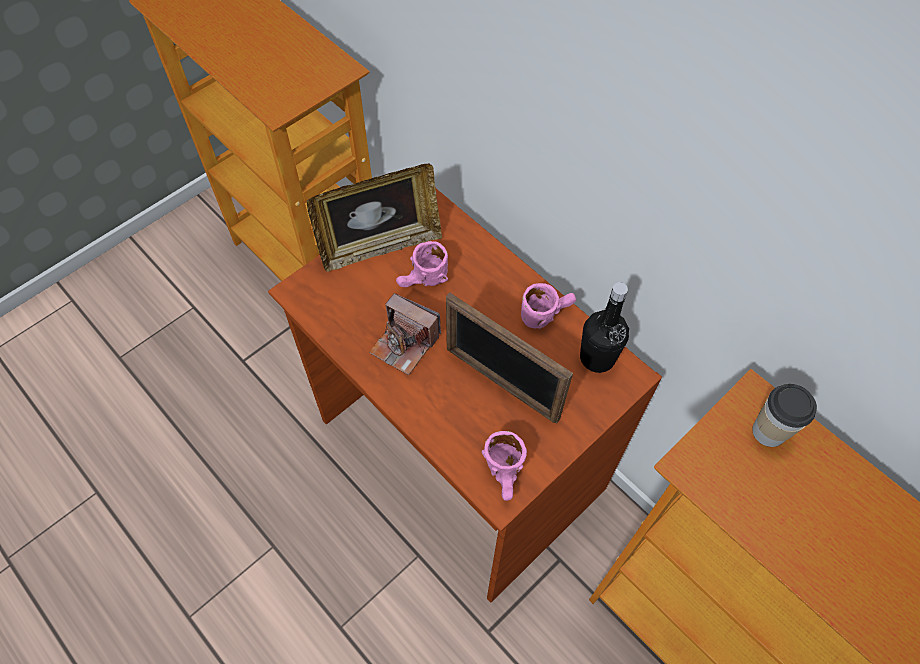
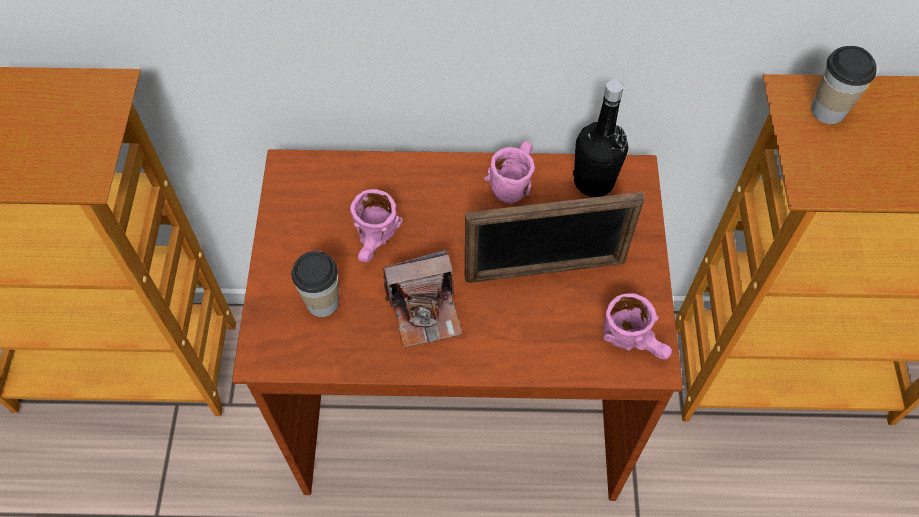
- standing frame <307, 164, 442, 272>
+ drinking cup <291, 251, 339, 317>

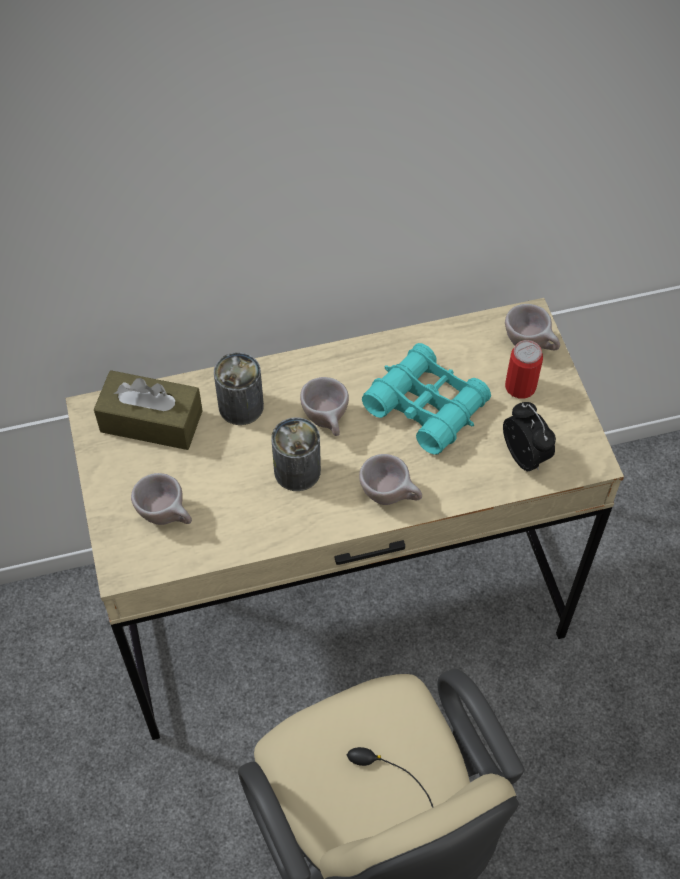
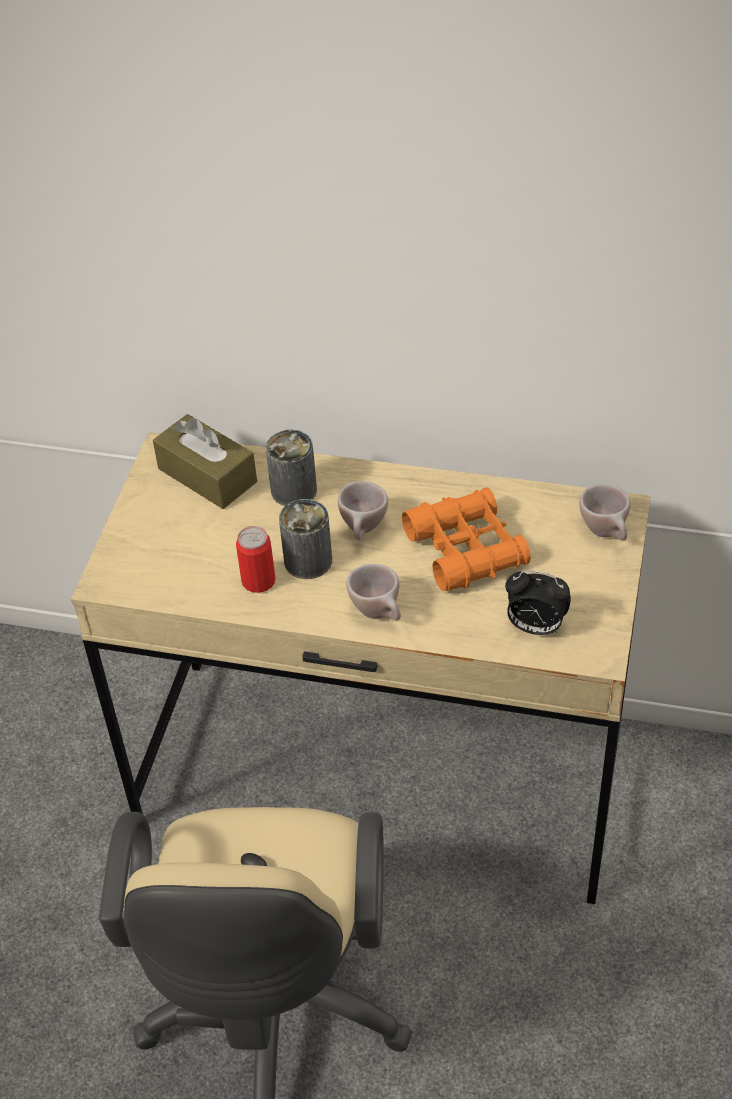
~ can <505, 340, 543, 399> to <236, 526, 276, 593>
~ blue-green binoculars <362, 343, 491, 455> to orangey binoculars <402, 487, 531, 591>
~ alarm clock <503, 402, 556, 471> = <505, 570, 571, 635> 105 degrees clockwise
- beige drinking cup <131, 473, 192, 525>

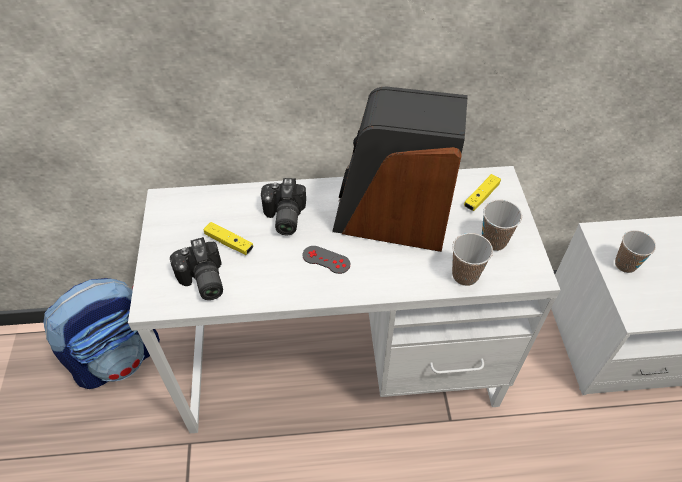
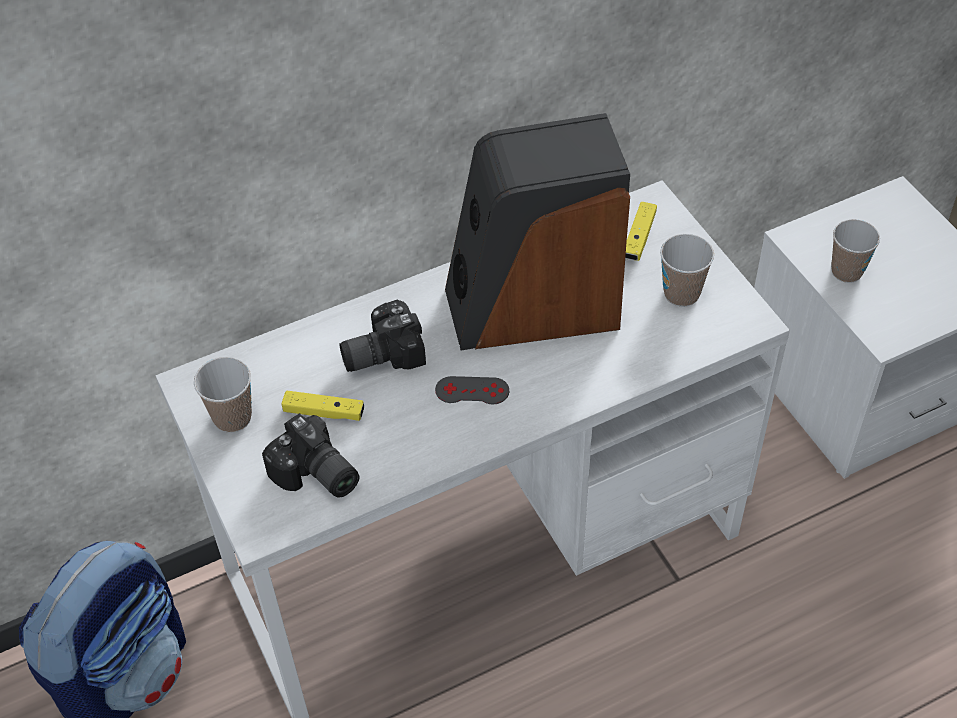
~ still camera <261, 178, 306, 235> = <339, 299, 426, 372> 90 degrees clockwise
~ drinking cup <452, 233, 493, 286> to <194, 357, 252, 433>

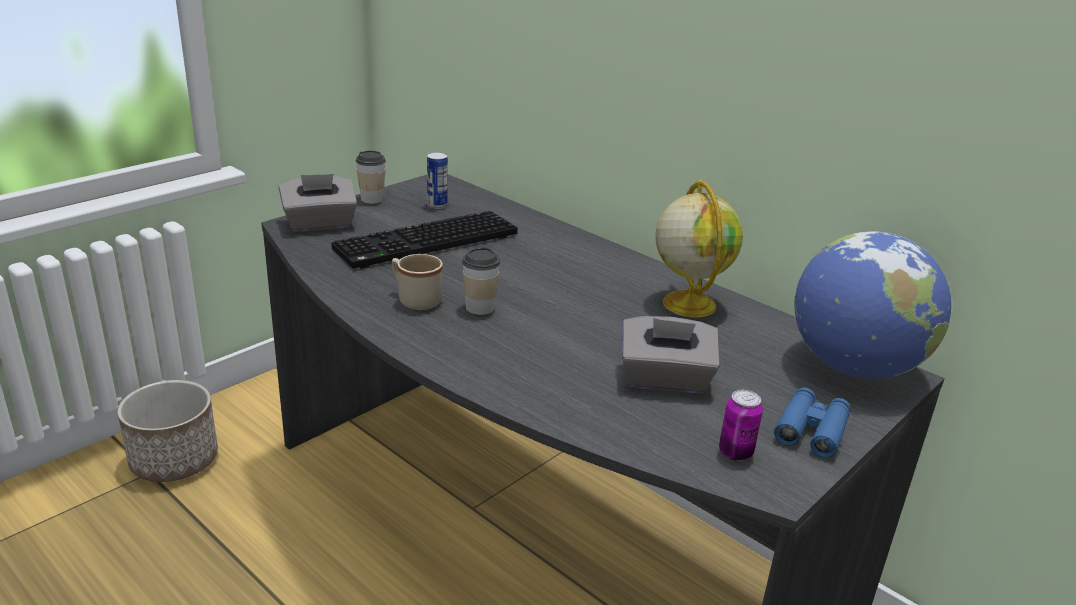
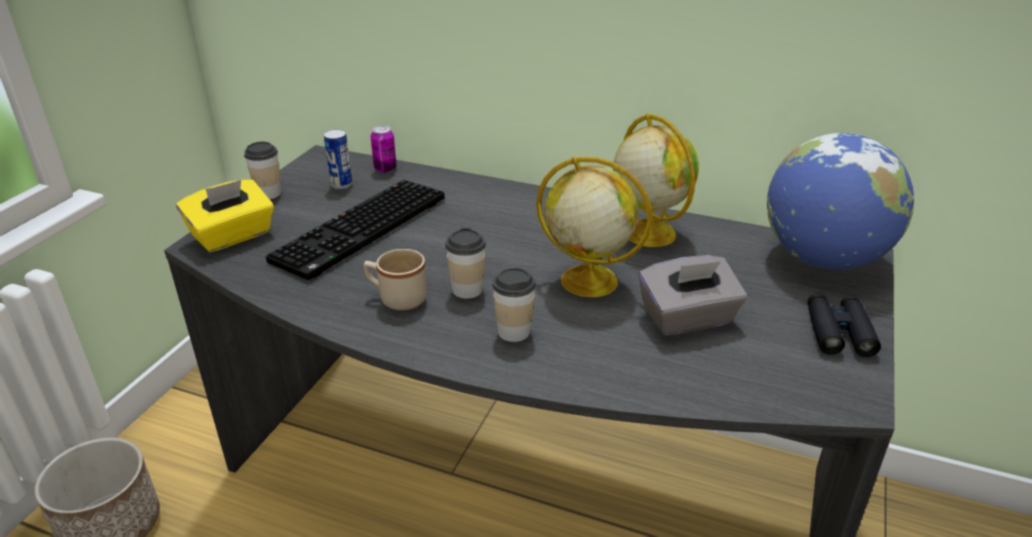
~ greyish tissue box <279, 174, 357, 232> to yellowish tissue box <176, 180, 274, 252>
~ blue binoculars <774, 387, 851, 458> to blackish binoculars <807, 294, 881, 357>
~ can <719, 390, 763, 461> to <370, 126, 396, 173>
+ globe <536, 156, 652, 297>
+ drinking cup <492, 268, 536, 342>

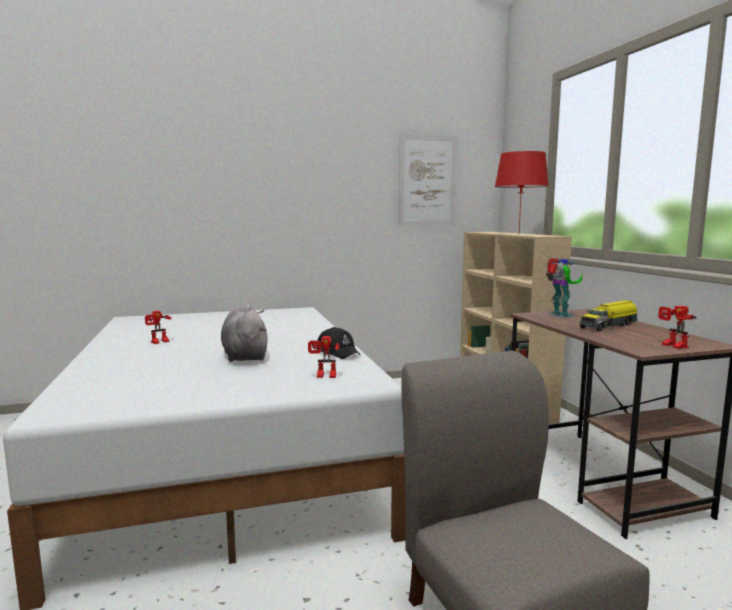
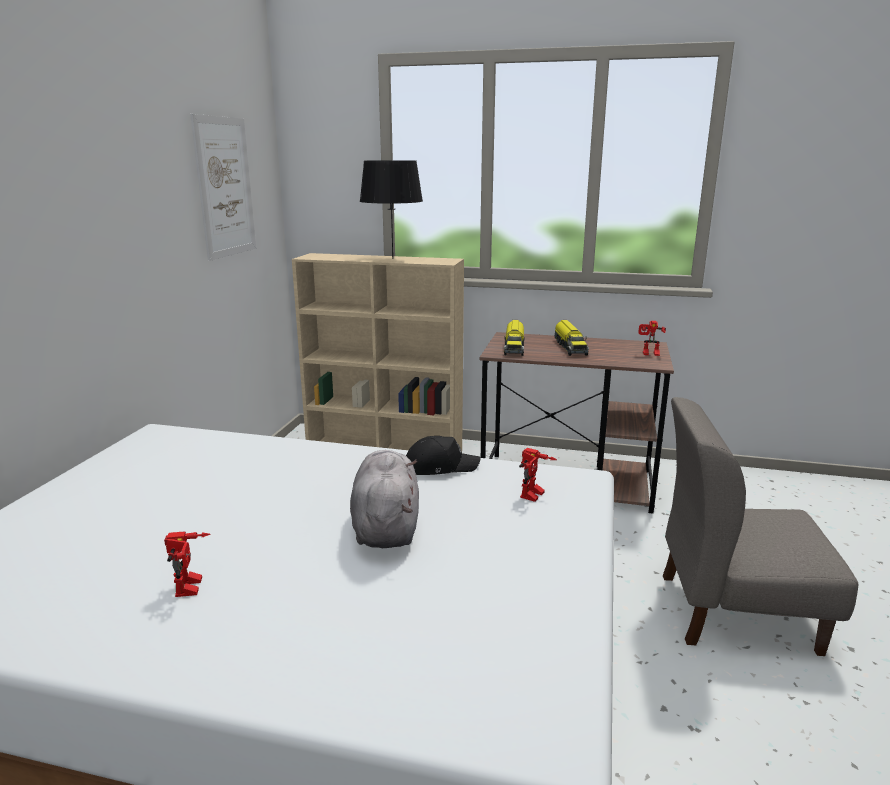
~ red table lamp <495, 151, 549, 231> to blackish table lamp <360, 160, 423, 259>
~ model robot <546, 258, 583, 318> to toy truck <504, 320, 525, 356>
~ greyish cuddly toy <221, 304, 268, 362> = <350, 450, 419, 548> 75 degrees clockwise

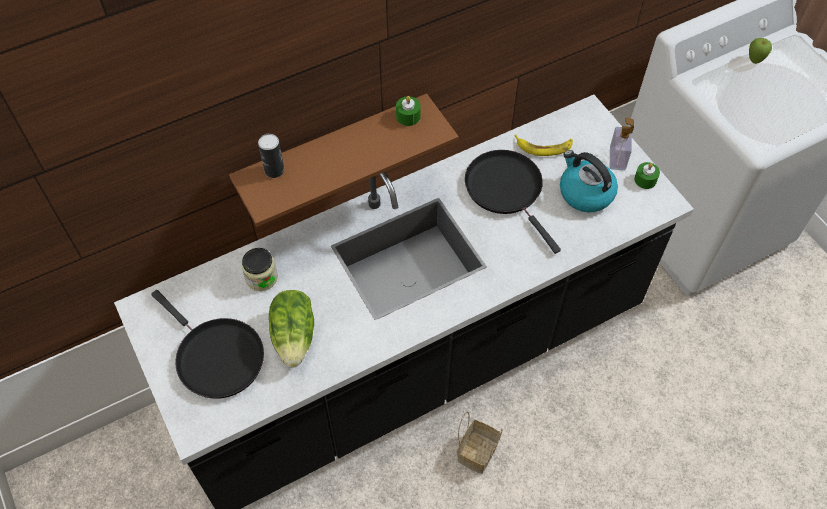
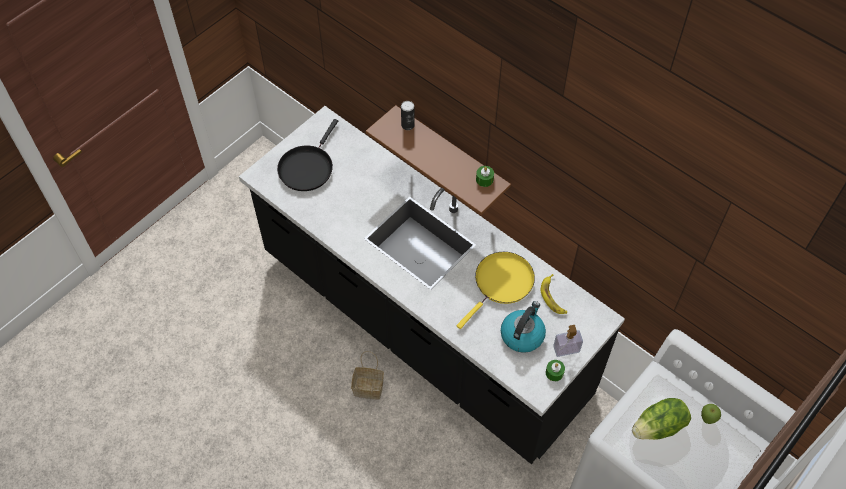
~ blackish pan <465, 150, 561, 254> to yellowish pan <456, 252, 535, 329>
- preserve jar <242, 248, 278, 291>
~ head of lettuce <269, 290, 314, 368> to <632, 398, 691, 440>

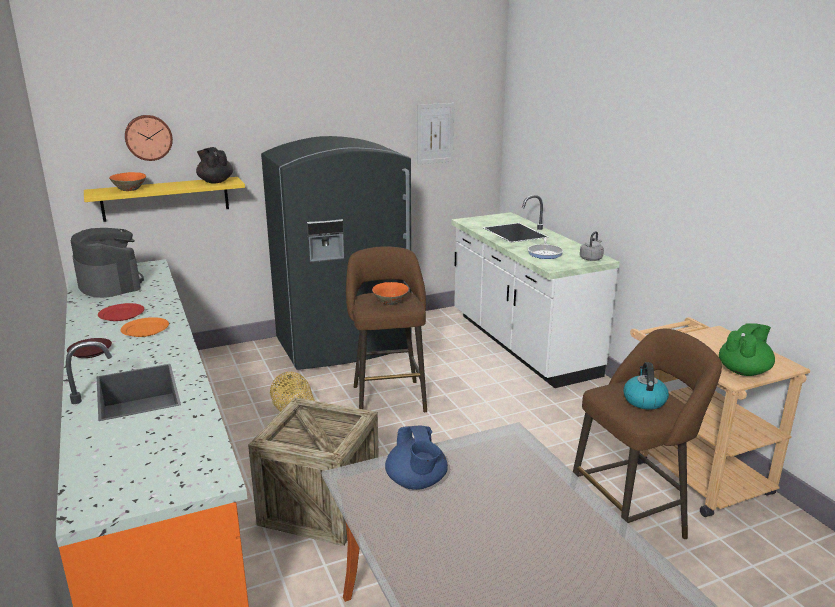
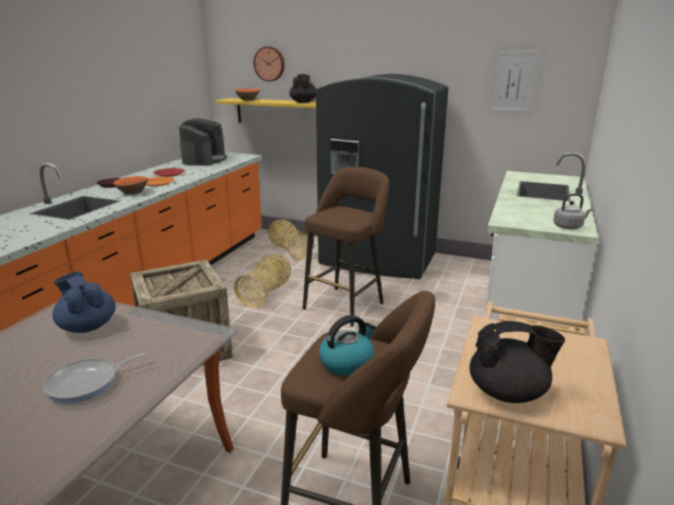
~ pan <528, 238, 563, 259> to <42, 352, 148, 403>
~ orangey deep dish <372, 282, 409, 305> to <113, 176, 148, 195>
~ green-coloured teapot <719, 323, 775, 376> to blackish teapot <470, 321, 565, 403>
~ blue teapot <385, 425, 448, 490> = <52, 271, 116, 333> 105 degrees clockwise
+ storage basket <268, 219, 314, 260>

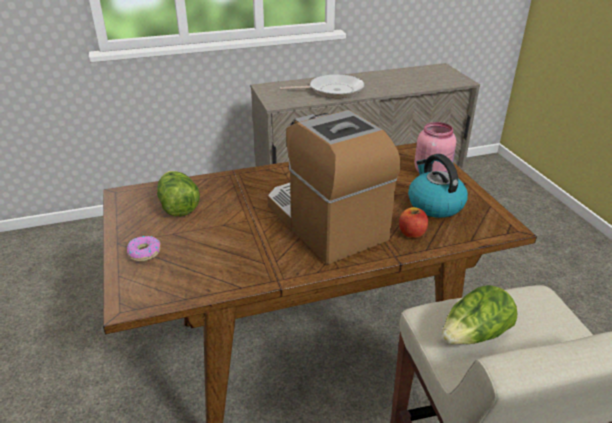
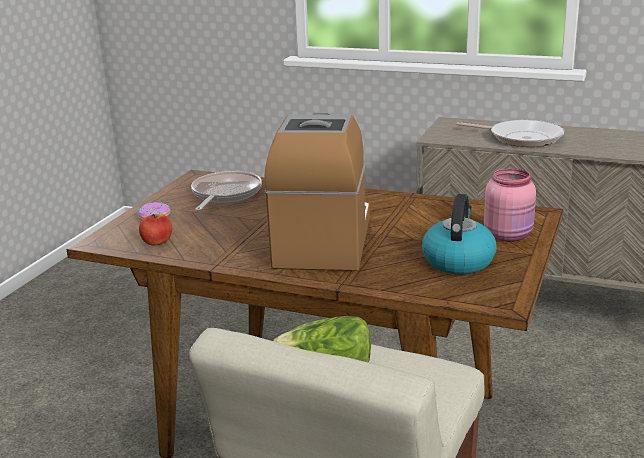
~ head of lettuce <157, 171, 200, 216> to pan <191, 171, 262, 211>
~ apple fruit <399, 207, 428, 238> to <139, 214, 172, 245>

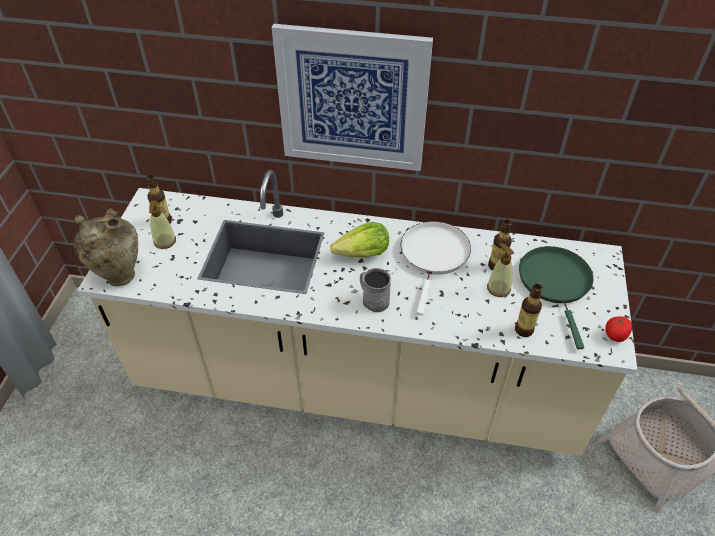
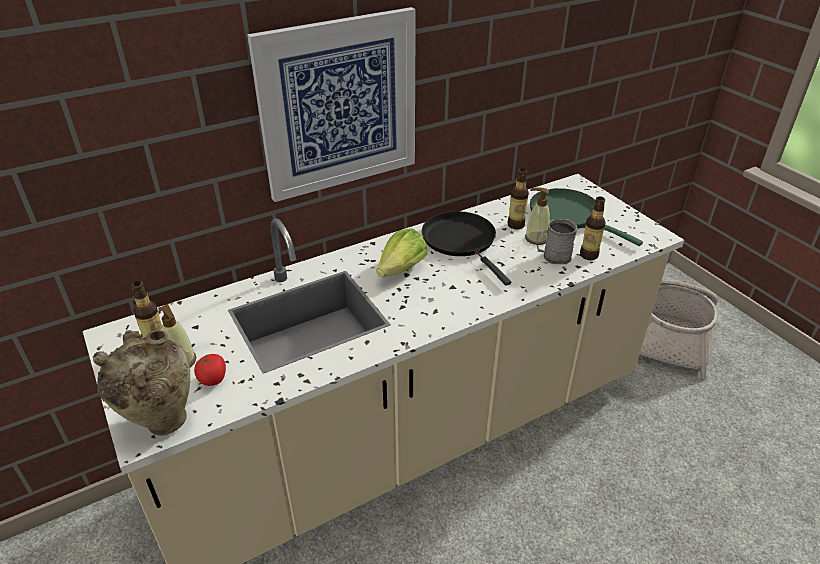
~ whitish pan <400, 221, 471, 315> to blackish pan <422, 211, 511, 286>
~ greyish mug <360, 268, 391, 312> to <536, 219, 578, 264>
~ fresh tomato <605, 316, 632, 342> to <194, 354, 226, 386>

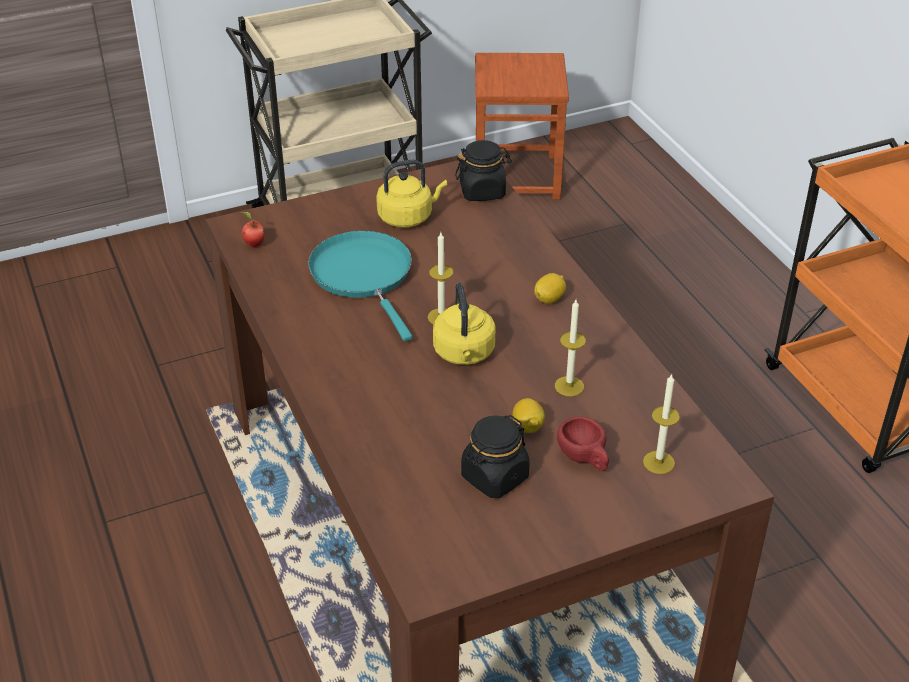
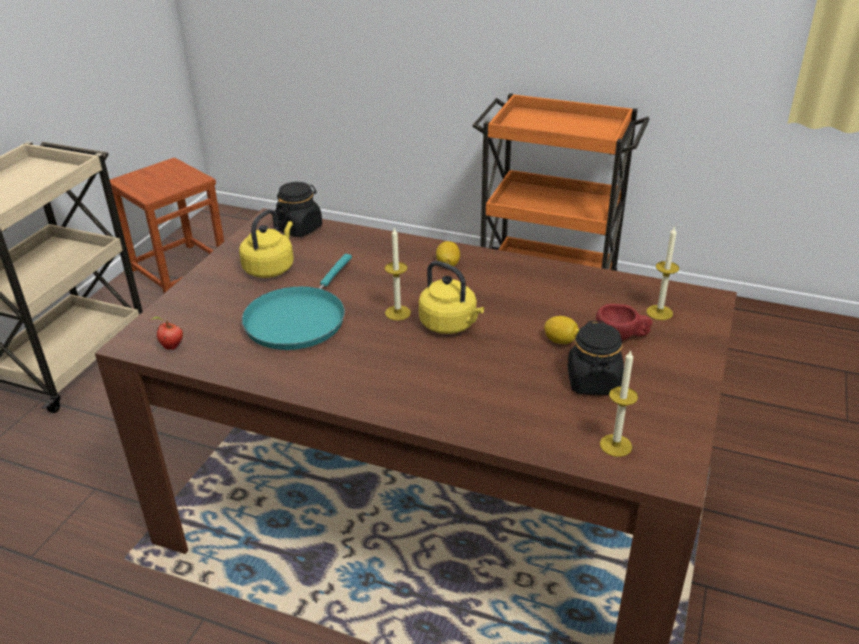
~ blue-green pan <308, 231, 412, 341> = <241, 254, 352, 350> 90 degrees counterclockwise
~ wax candle <555, 300, 586, 396> to <600, 349, 638, 457>

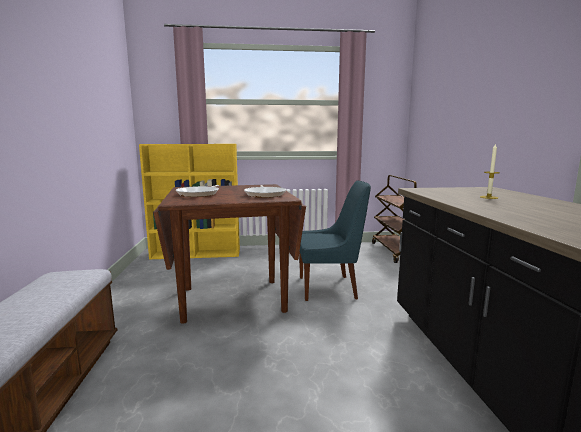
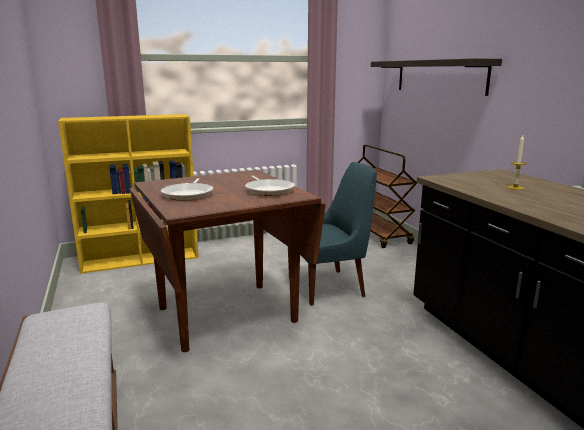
+ bracket shelf <371, 58, 502, 96>

